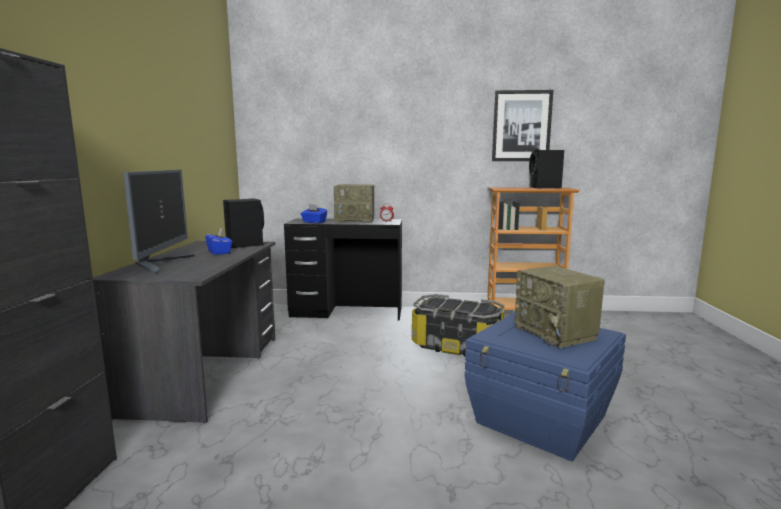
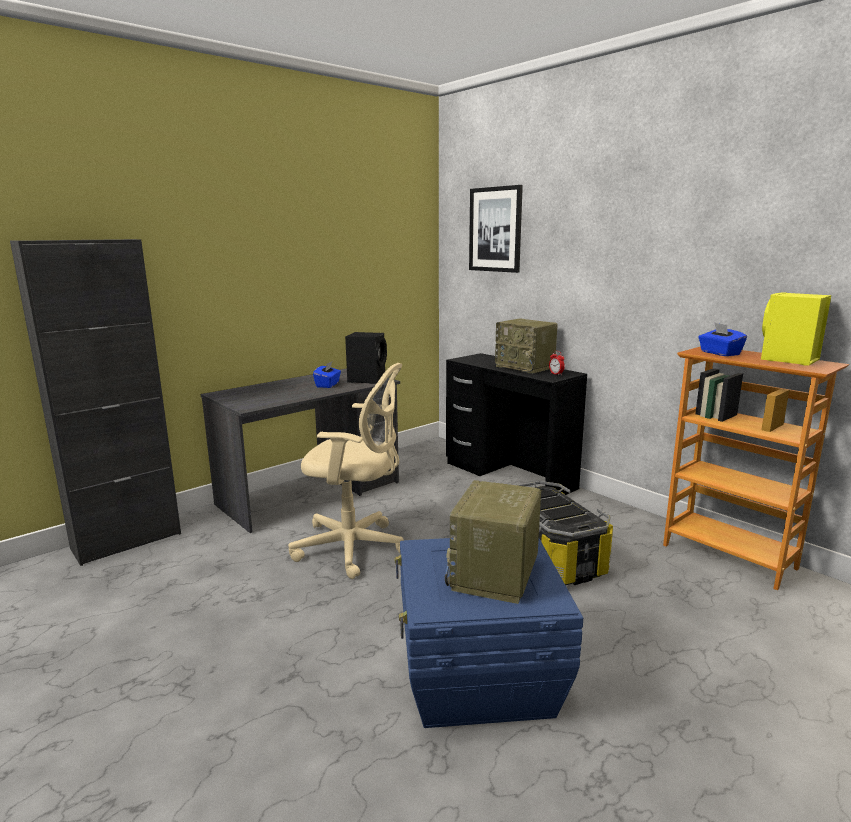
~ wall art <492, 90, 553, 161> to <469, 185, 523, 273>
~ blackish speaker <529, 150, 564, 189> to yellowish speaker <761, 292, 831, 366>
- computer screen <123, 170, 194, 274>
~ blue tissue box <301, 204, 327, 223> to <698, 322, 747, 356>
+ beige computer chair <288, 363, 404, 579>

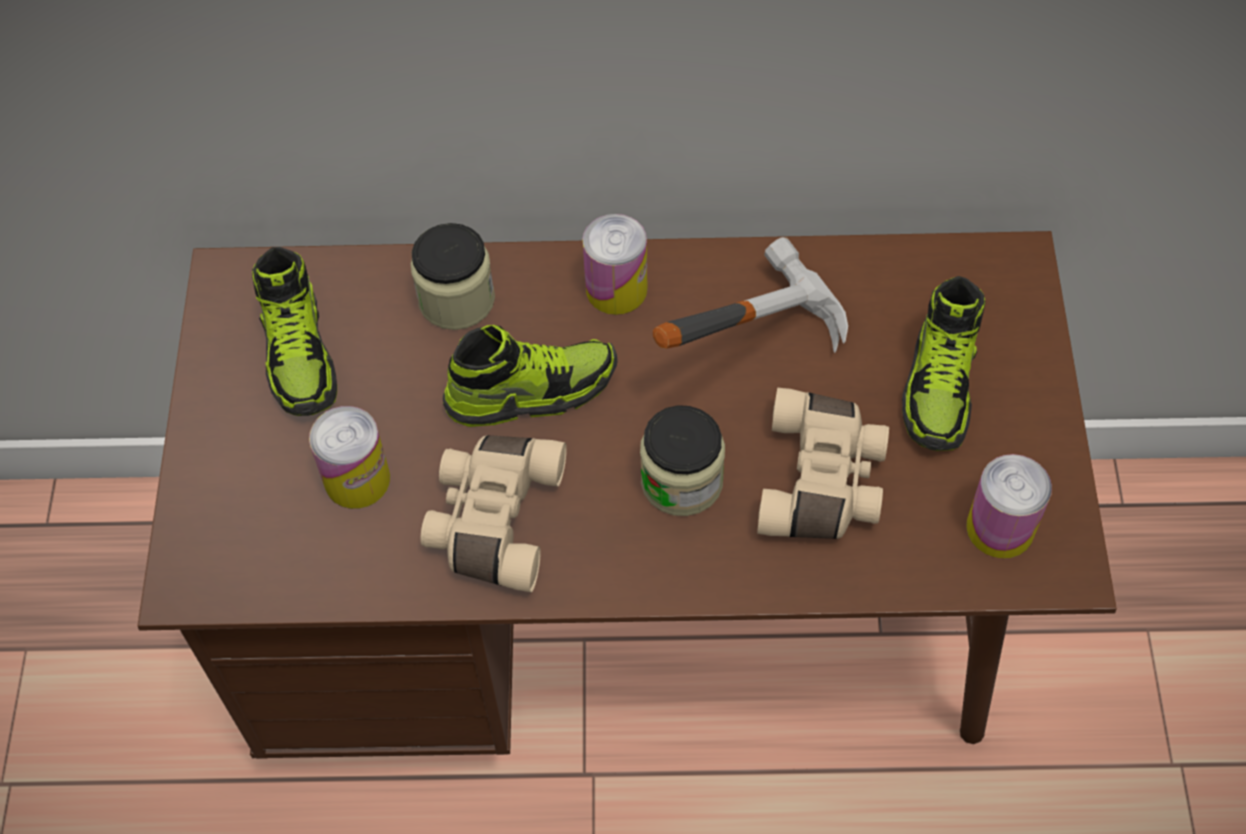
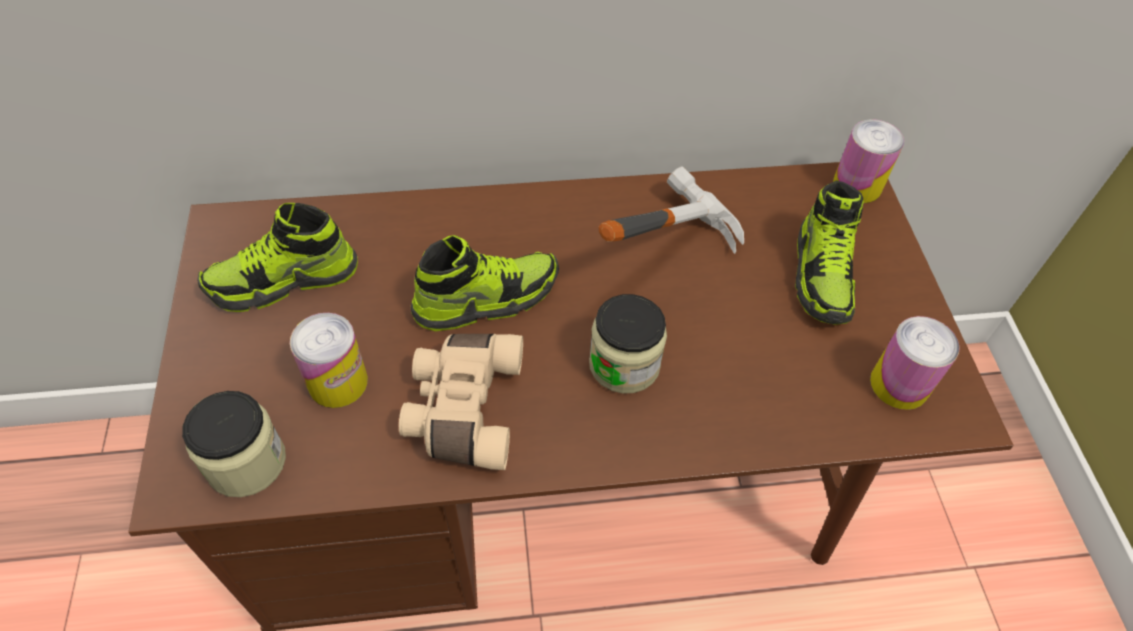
~ can <582, 214, 647, 315> to <833, 119, 904, 203>
~ preserve jar <411, 223, 495, 330> to <182, 391, 286, 497>
~ shoe <252, 247, 337, 416> = <197, 203, 358, 312> 90 degrees clockwise
- beige binoculars <757, 388, 889, 539>

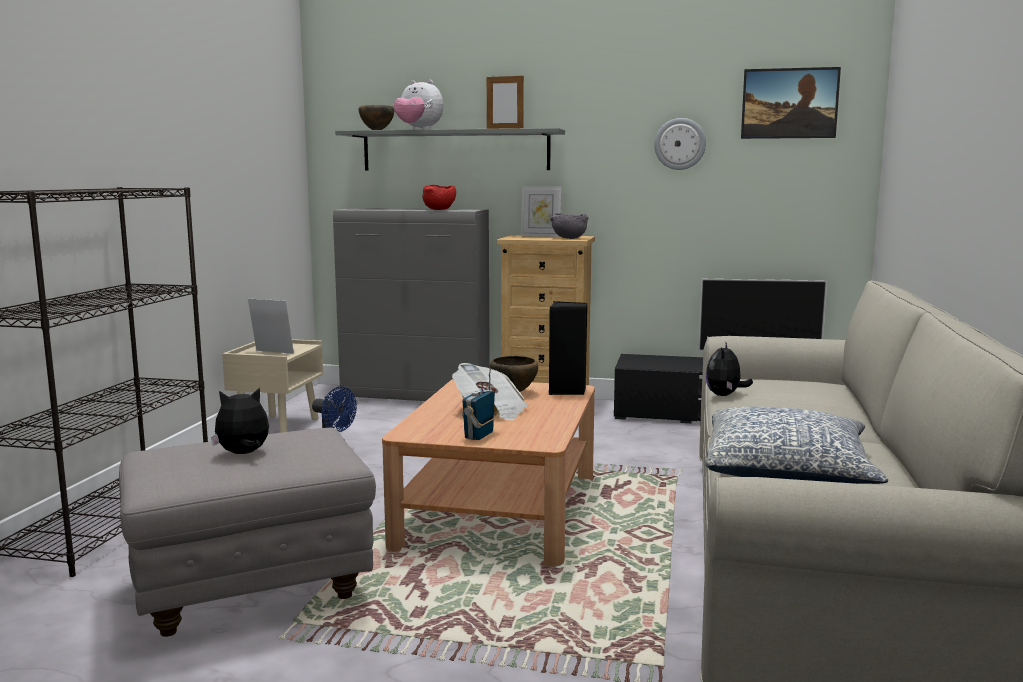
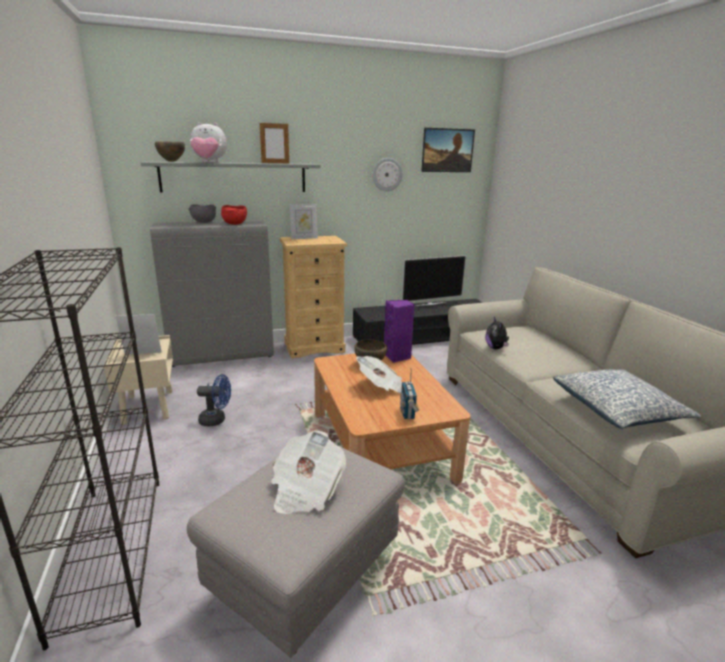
~ greyish deep dish <550, 213, 589, 239> to <188, 204, 216, 223>
~ blackish speaker <549, 301, 587, 395> to purple-coloured speaker <384, 300, 415, 363>
~ cuddly toy <211, 387, 269, 454> to printed paper <271, 431, 346, 514>

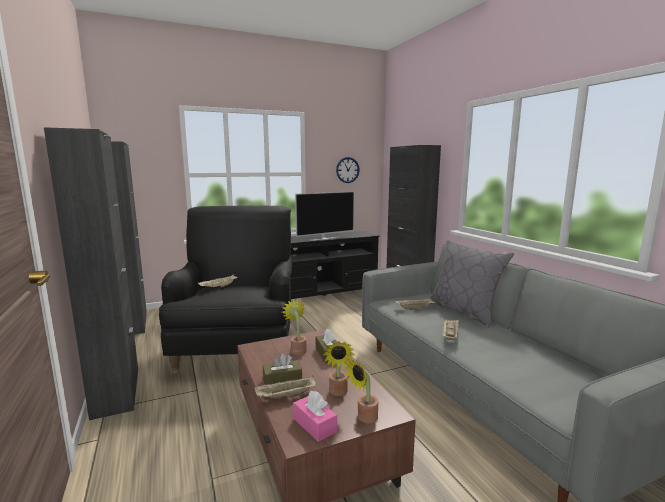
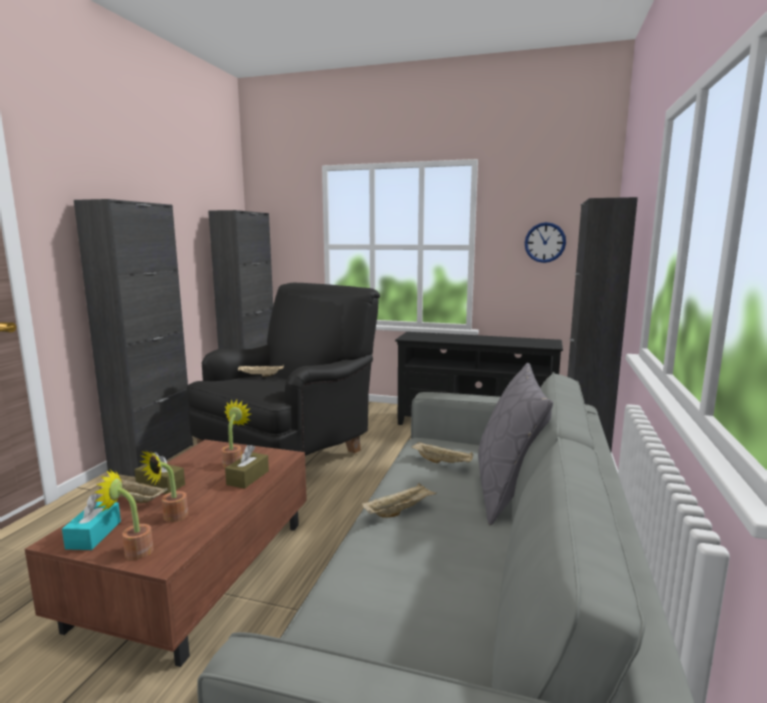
- TV set <295, 191, 354, 241>
~ pink tissue box <293, 391, 337, 442> to blue-green tissue box <62, 494, 121, 550>

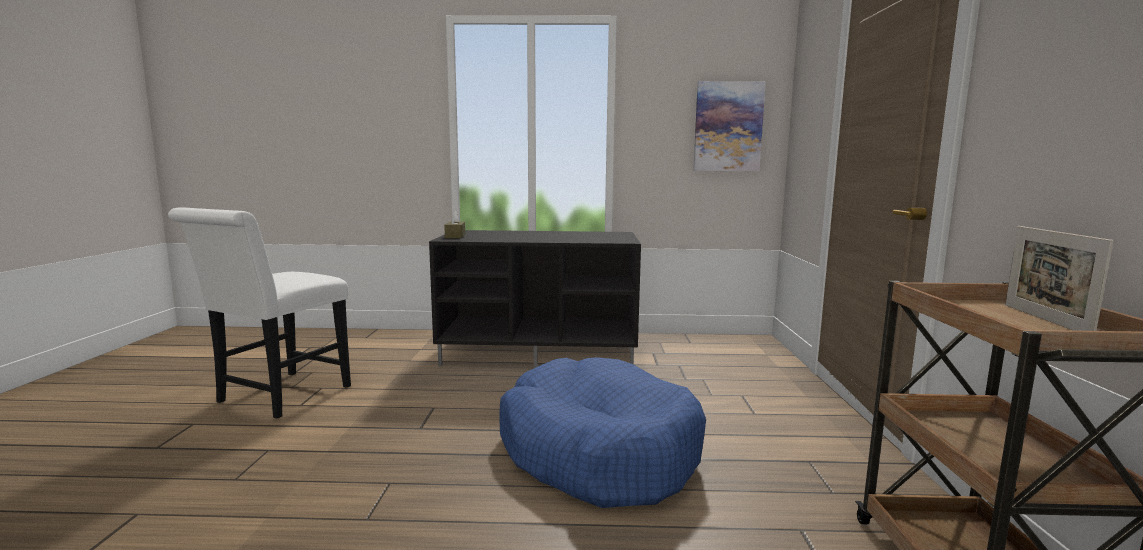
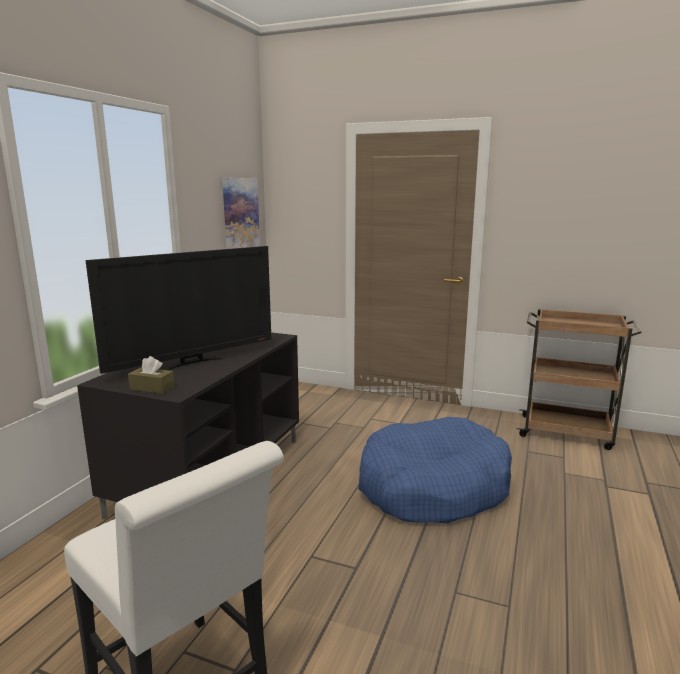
- standing frame <1005, 226, 1114, 331>
+ TV set <85, 246, 272, 374>

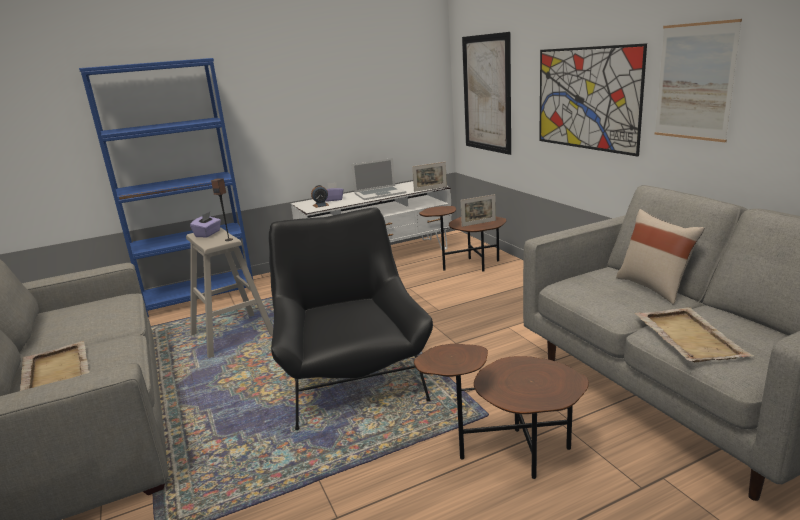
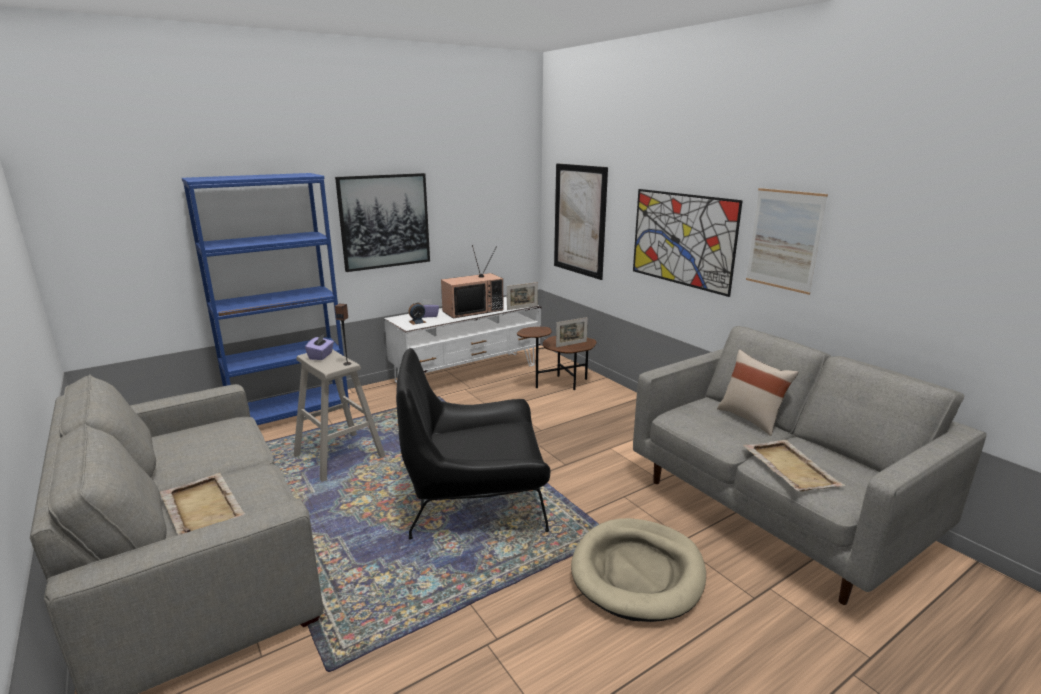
~ portable computer <351, 158, 406, 200> to TV set <441, 245, 504, 318>
~ blackish lounge chair <269, 207, 433, 430> = <396, 348, 550, 540> 75 degrees counterclockwise
~ brown side table <414, 344, 588, 479> to beige pet bed <571, 518, 706, 622>
+ wall art <335, 173, 430, 272>

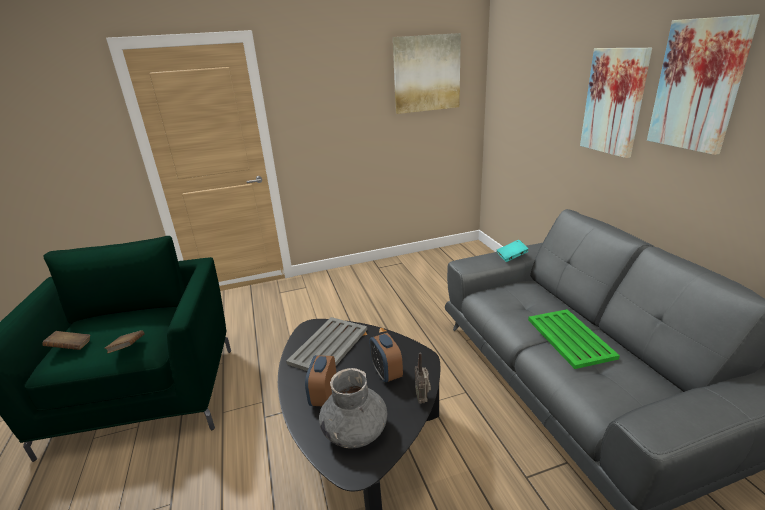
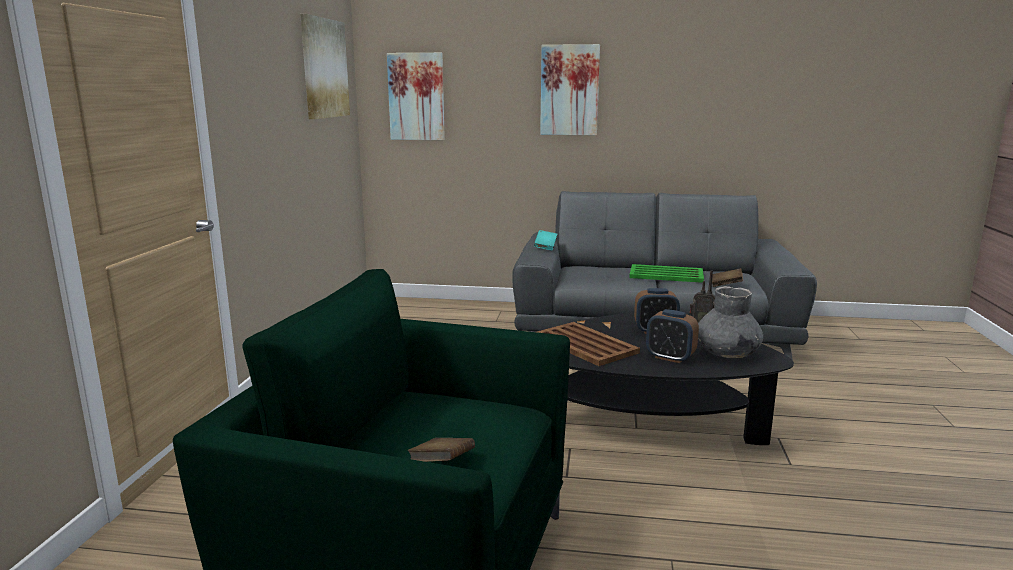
~ wall art <647, 14, 760, 155> to <387, 53, 445, 140>
~ greyish serving tray <286, 317, 367, 371> to brown serving tray <537, 322, 640, 366>
~ brown book <105, 330, 144, 353> to <712, 268, 743, 287>

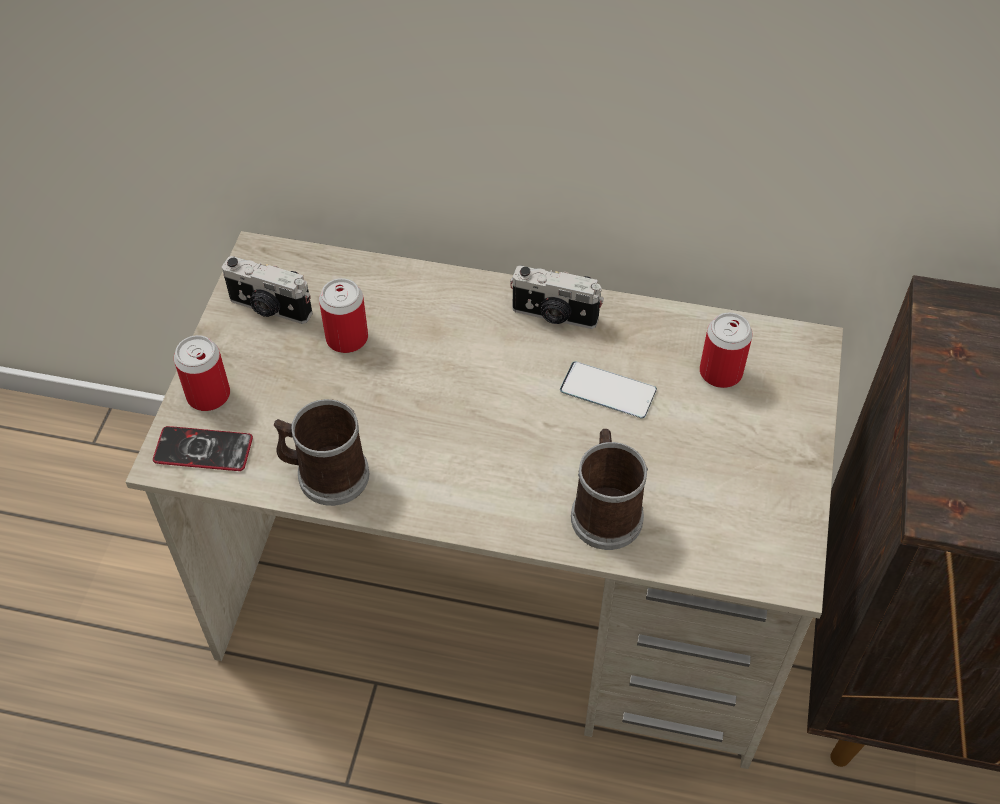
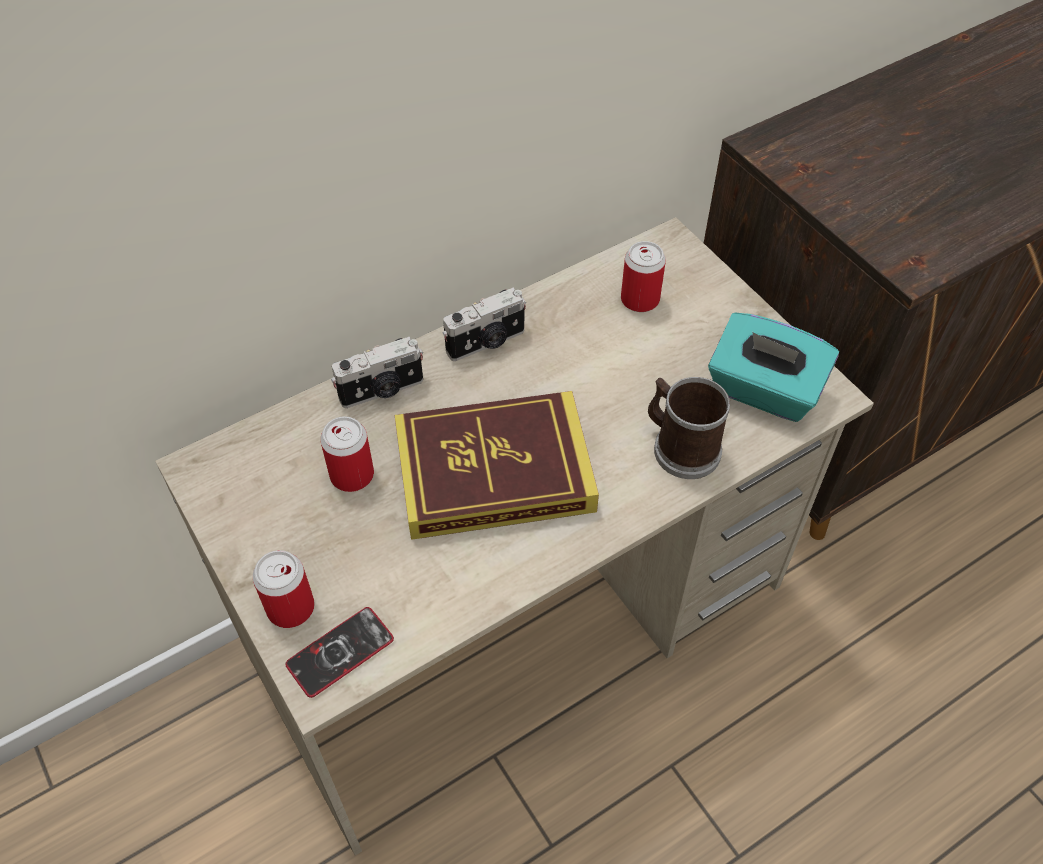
~ still camera <222, 256, 313, 324> to <331, 337, 423, 408>
- handset <560, 361, 657, 418>
- mug <274, 399, 369, 506>
+ blue-green tissue box <708, 313, 839, 422>
+ book <395, 391, 599, 540>

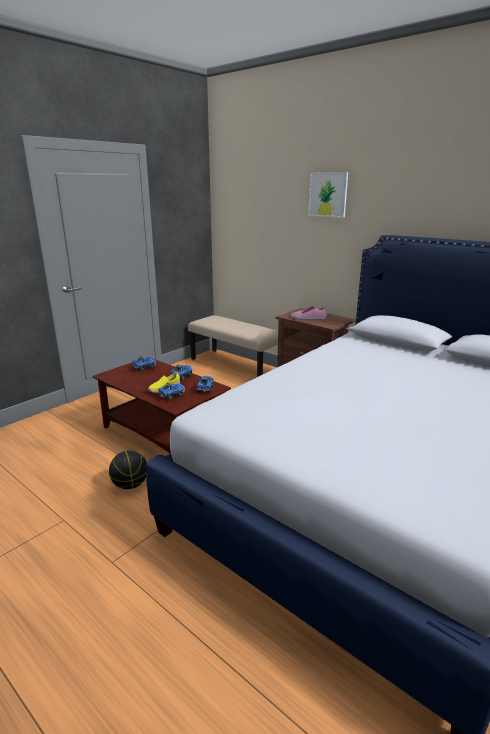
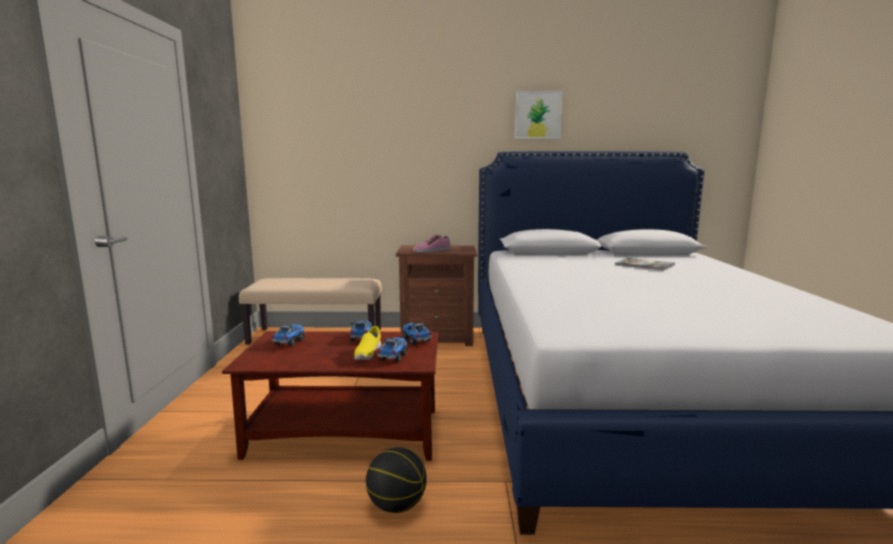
~ wall art <308, 172, 348, 218> to <515, 91, 563, 139>
+ book <615, 258, 675, 270>

